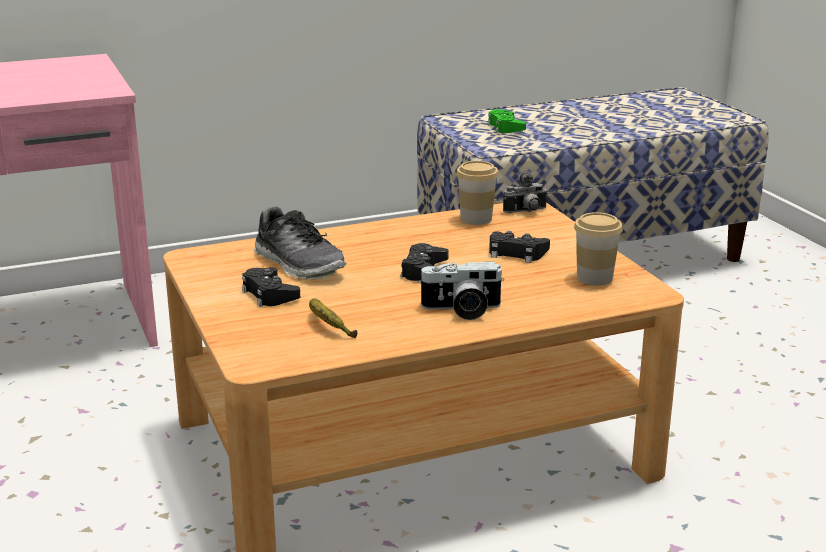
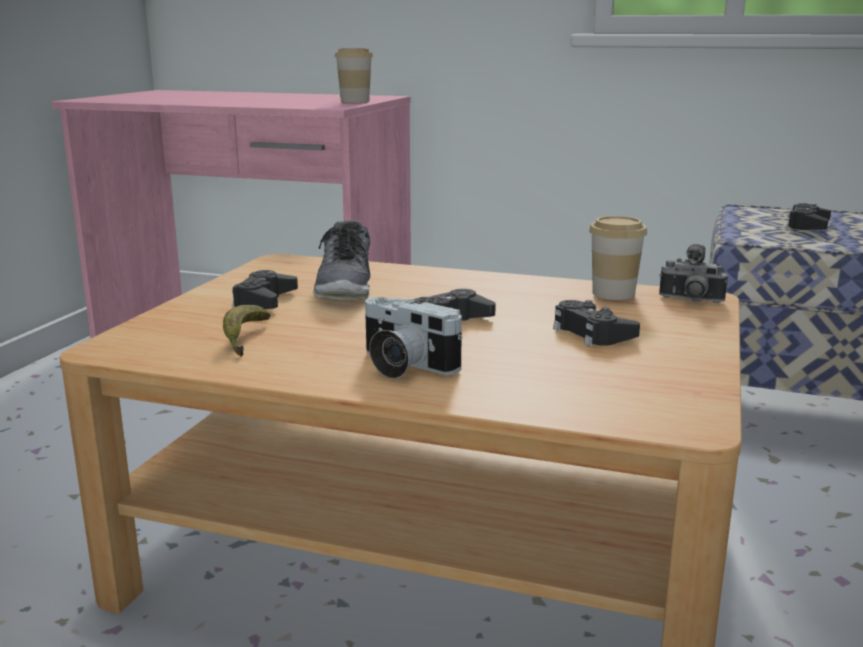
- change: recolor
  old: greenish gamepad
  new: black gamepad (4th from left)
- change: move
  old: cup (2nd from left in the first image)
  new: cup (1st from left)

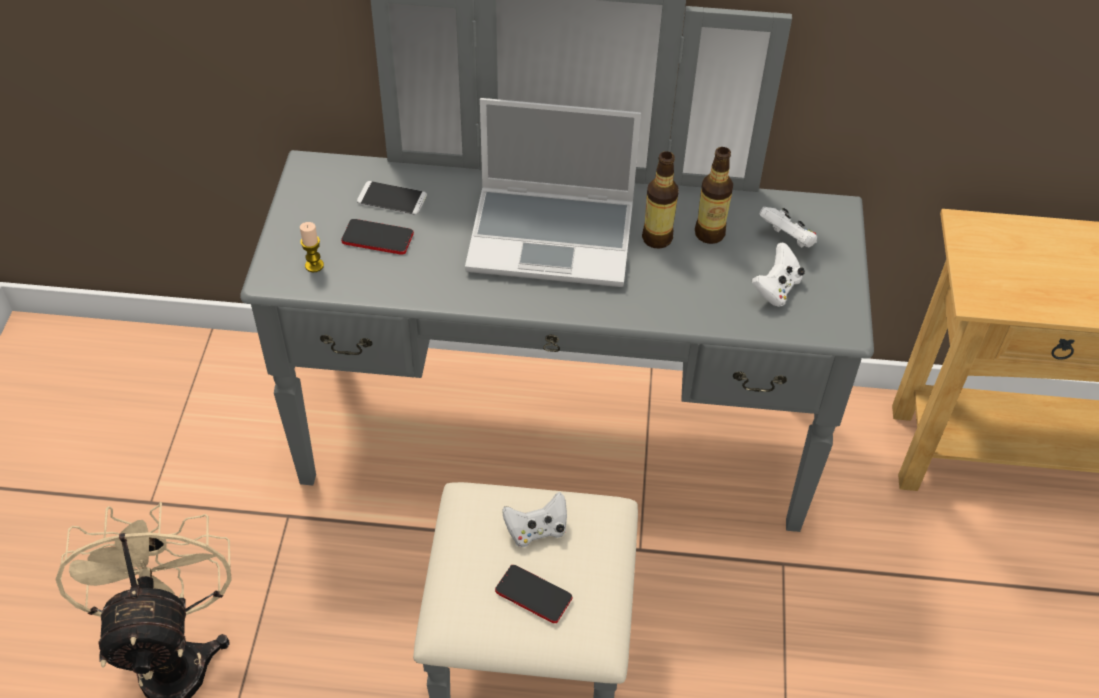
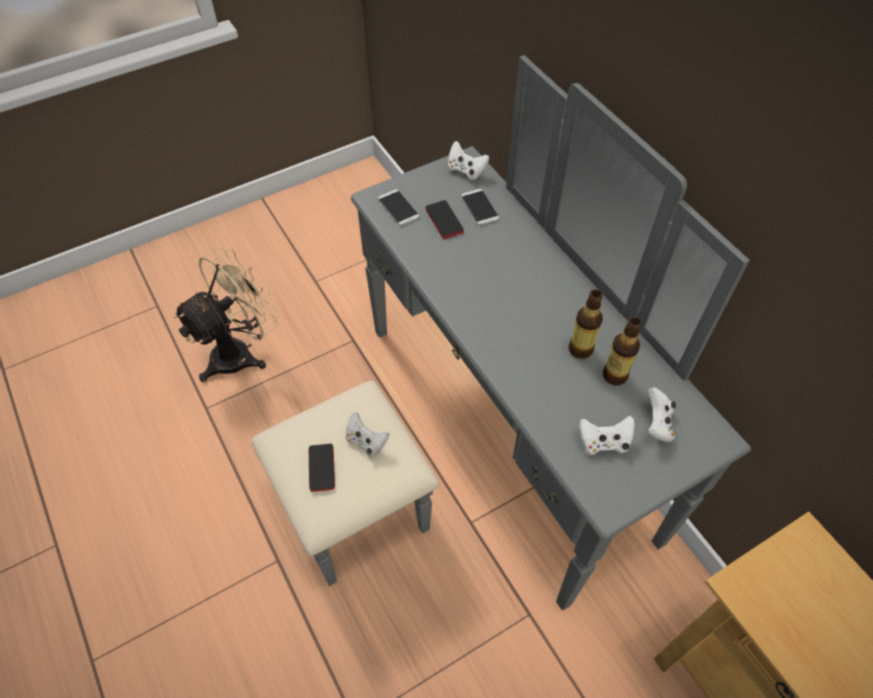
- change: replace
  old: wax light
  new: phone (2nd from left)
- change: delete
  old: portable computer
- change: insert
  new: white gamepad (2nd from left)

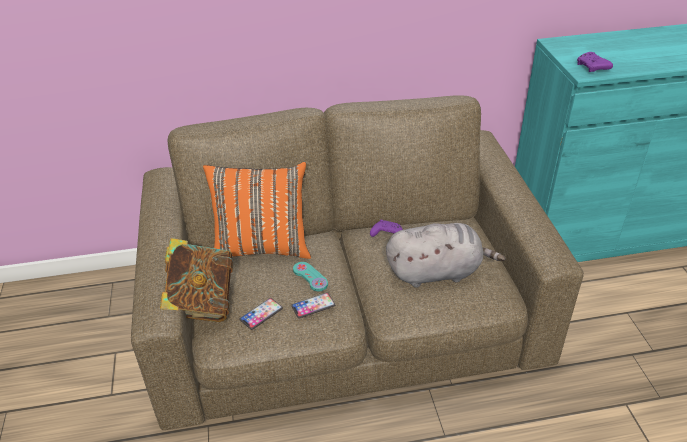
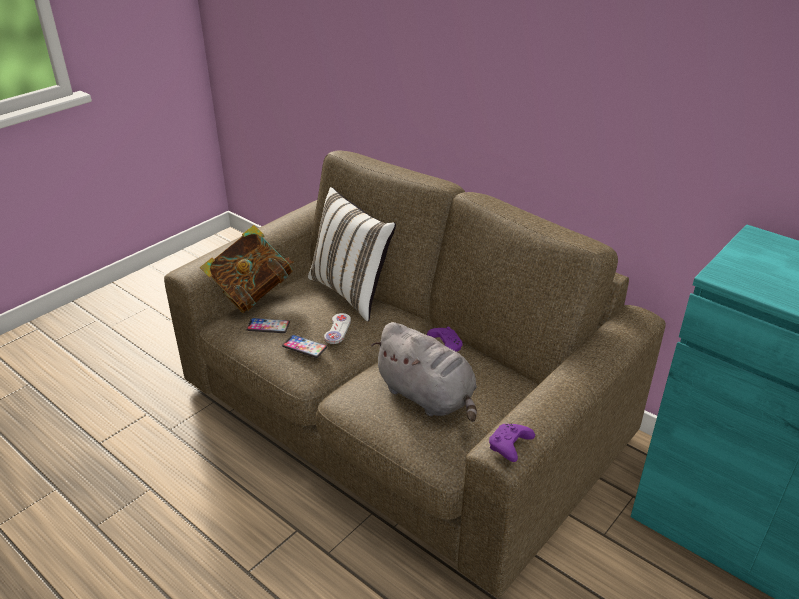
- change: recolor
  old: orangey throw pillow
  new: white throw pillow
- change: recolor
  old: turquoise-coloured gamepad
  new: white gamepad
- change: move
  old: purplish gamepad (2nd from left)

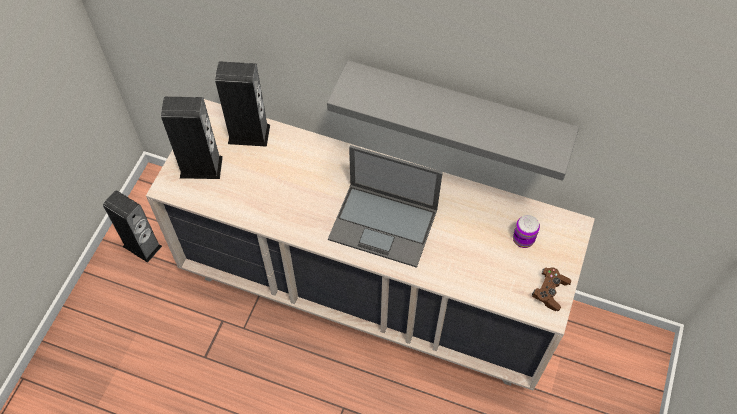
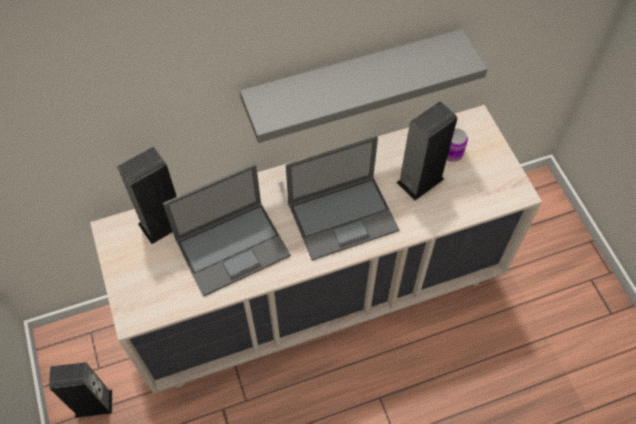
- change: move
  old: speaker (2nd from left in the first image)
  new: speaker (3rd from left)
- change: delete
  old: brown-coloured gamepad
- change: insert
  new: portable computer (1st from left)

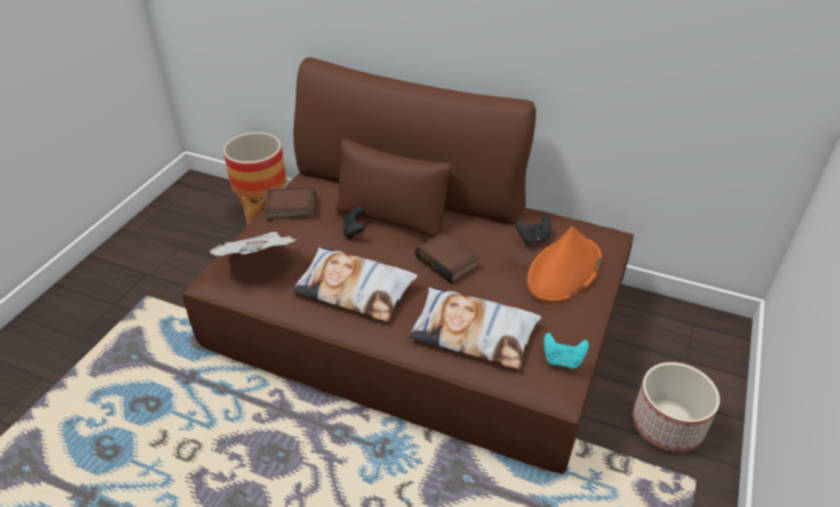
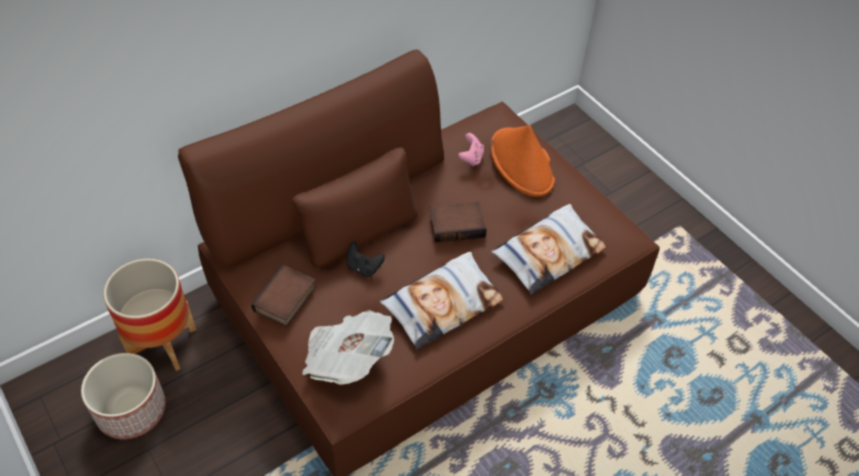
- change: recolor
  old: black gamepad (2nd from left)
  new: pinkish gamepad
- change: delete
  old: turquoise-coloured gamepad
- change: move
  old: plant pot (2nd from left in the first image)
  new: plant pot (1st from left)

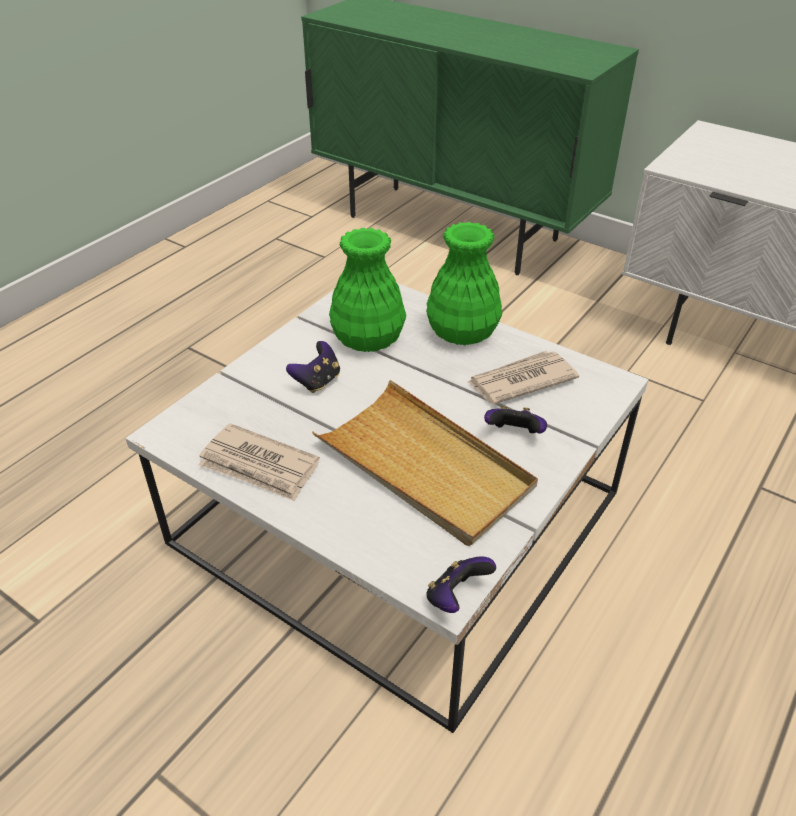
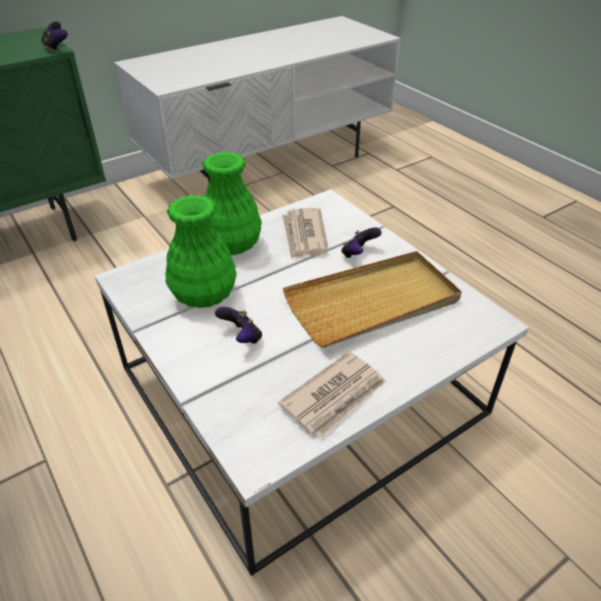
- change: move
  old: gamepad (2nd from left in the first image)
  new: gamepad (1st from left)

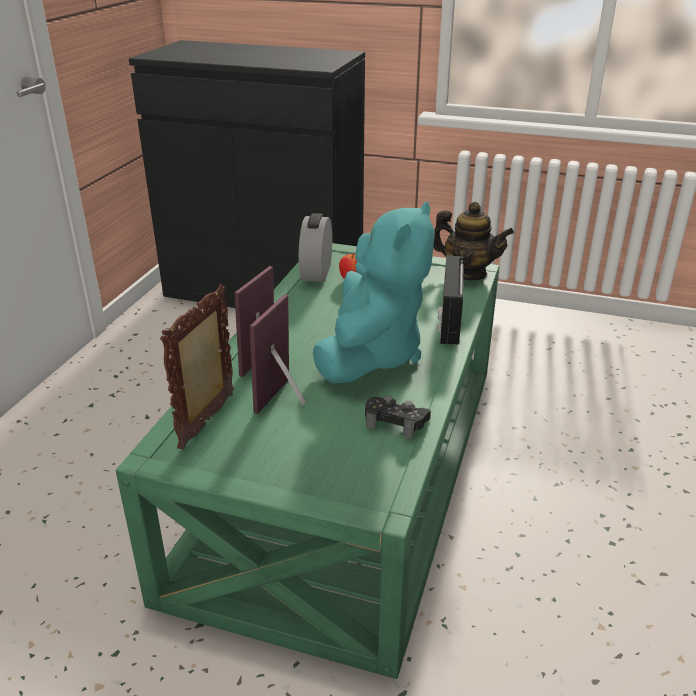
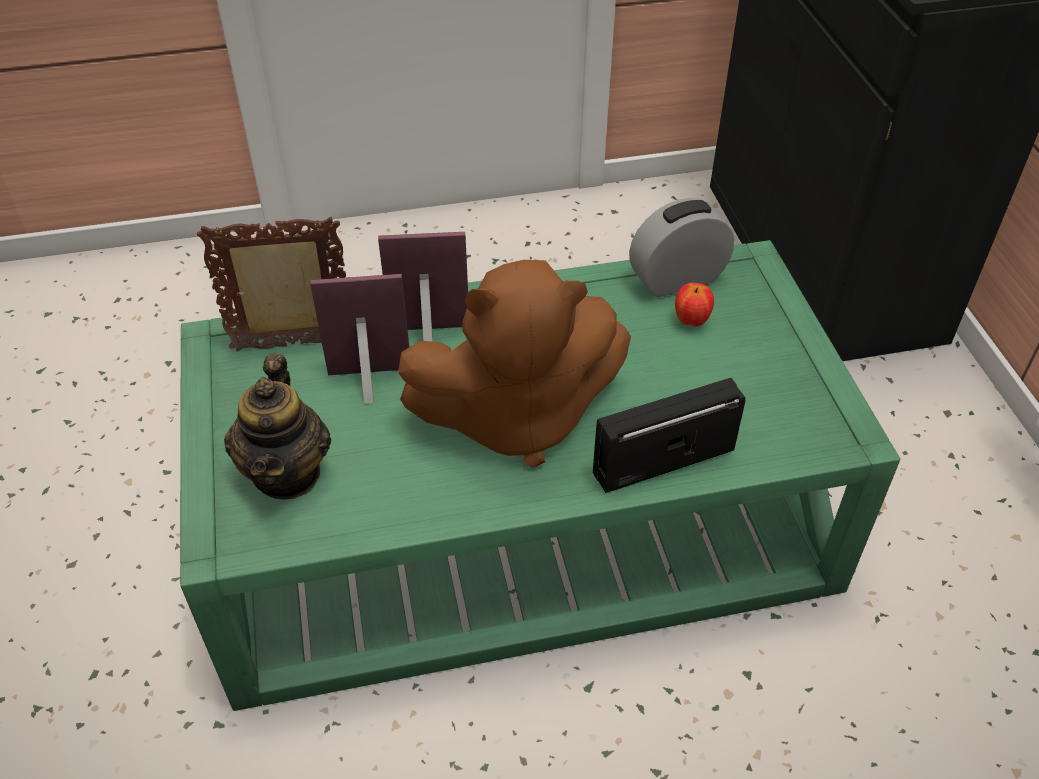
- change: recolor
  old: turquoise-coloured cuddly toy
  new: brown-coloured cuddly toy
- change: delete
  old: black gamepad
- change: move
  old: pot for tea

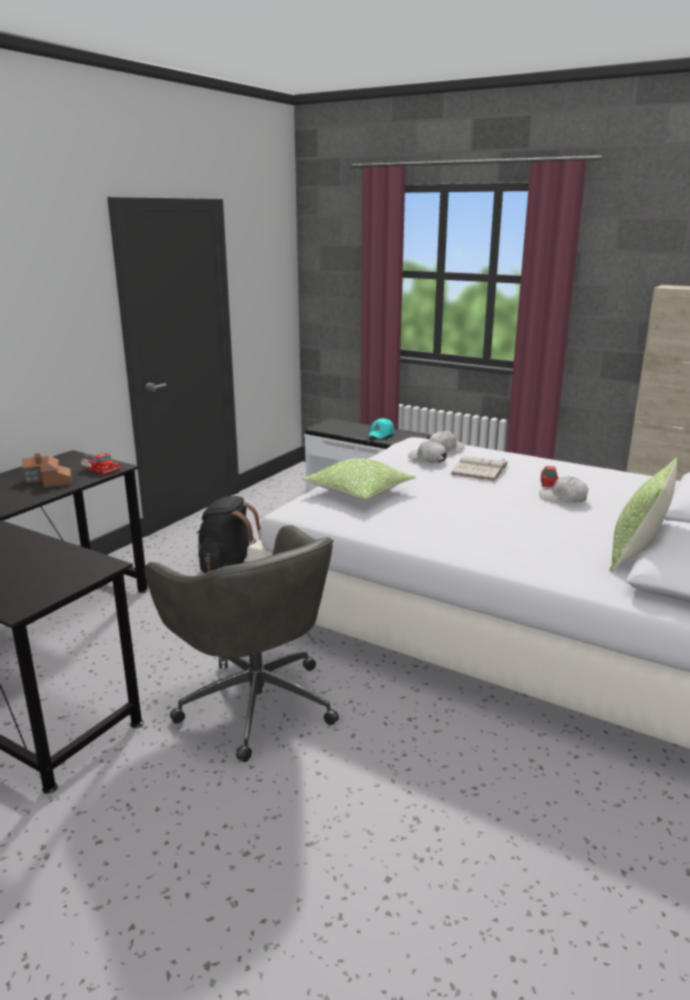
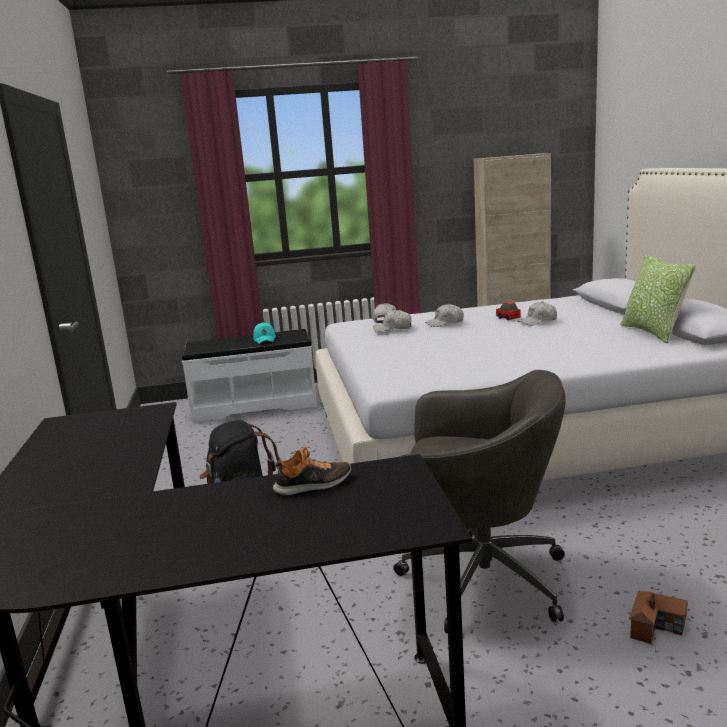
- change: move
  old: model house
- change: delete
  old: toy lorry
- change: delete
  old: throw pillow (1st from left)
- change: replace
  old: white volume
  new: white baseball cap (3rd from left)
- change: insert
  new: shoe

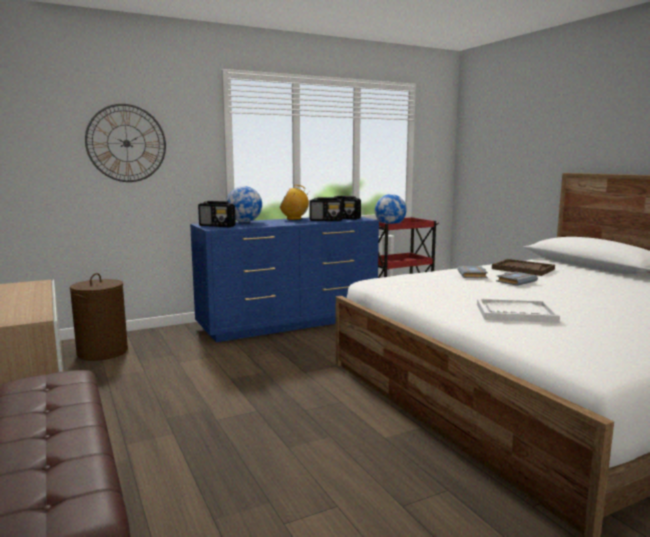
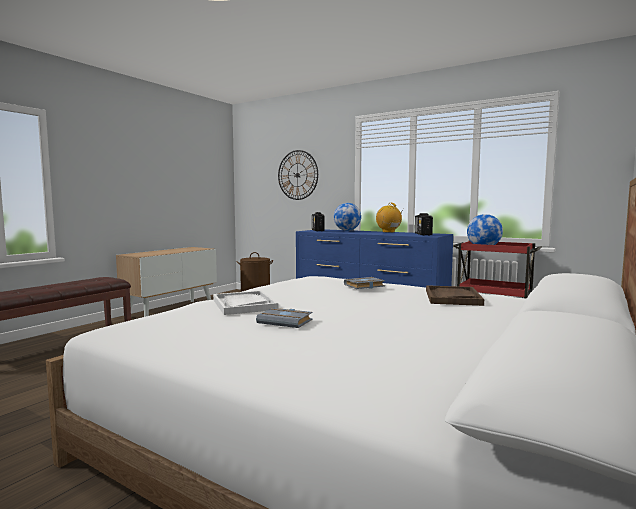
- change: delete
  old: radio set (3rd from left)
- change: move
  old: grey volume (2nd from left in the first image)
  new: grey volume (1st from left)

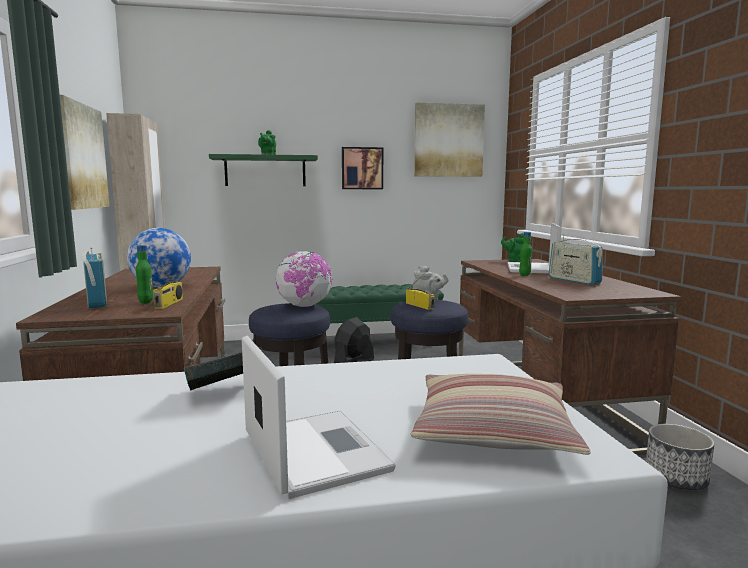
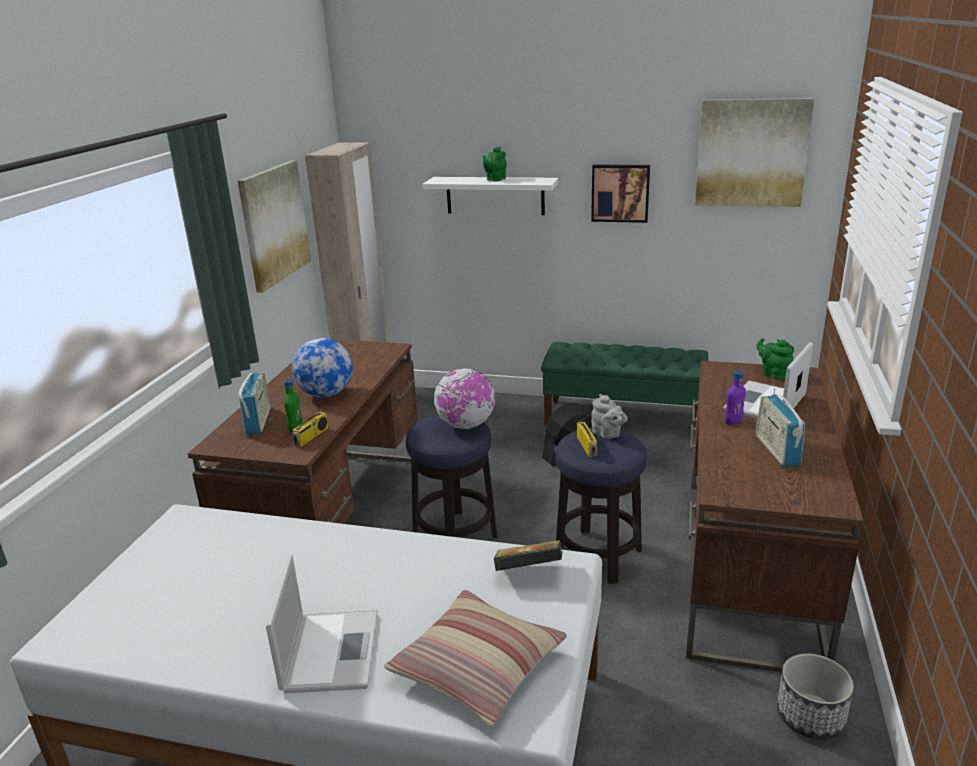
- change: move
  old: volume
- change: recolor
  old: greenish bracket shelf
  new: white bracket shelf
- change: recolor
  old: greenish beverage bottle (2nd from left)
  new: purplish beverage bottle

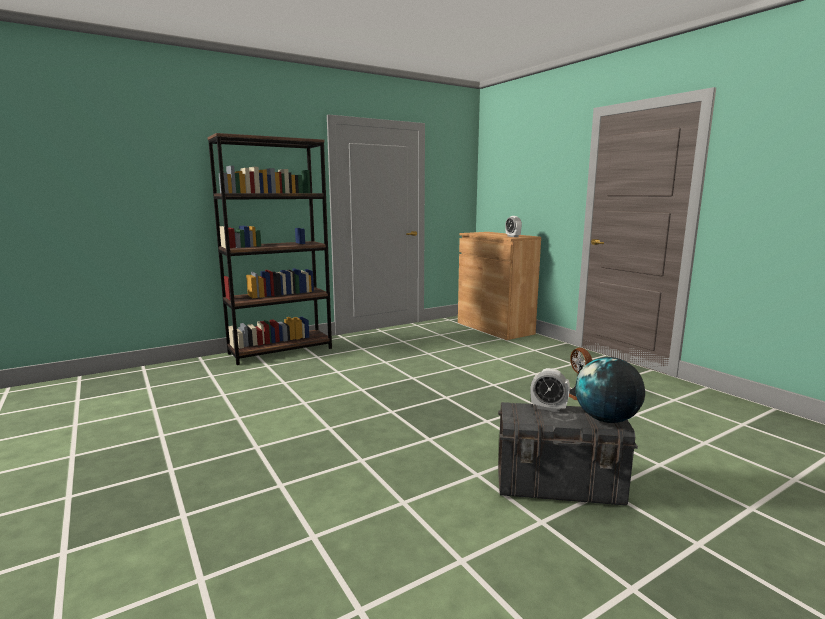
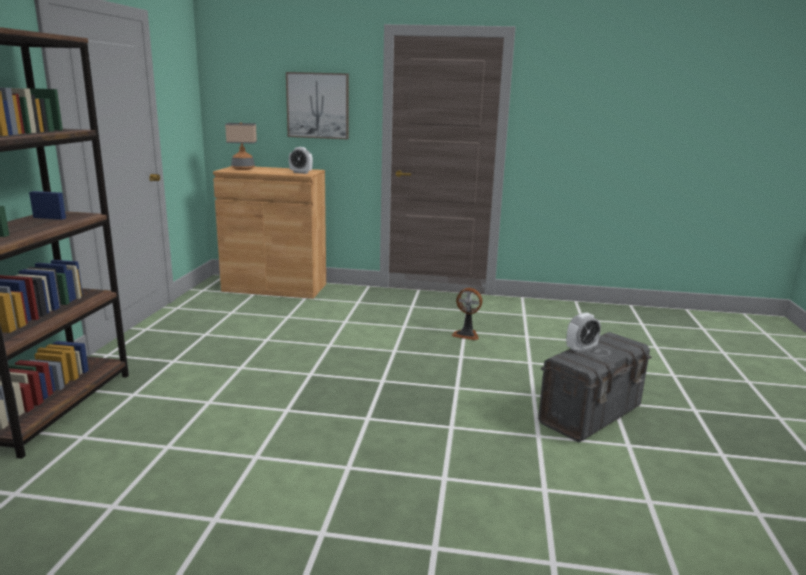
- change: delete
  old: desk globe
- change: insert
  new: lamp for a table
- change: insert
  new: picture

